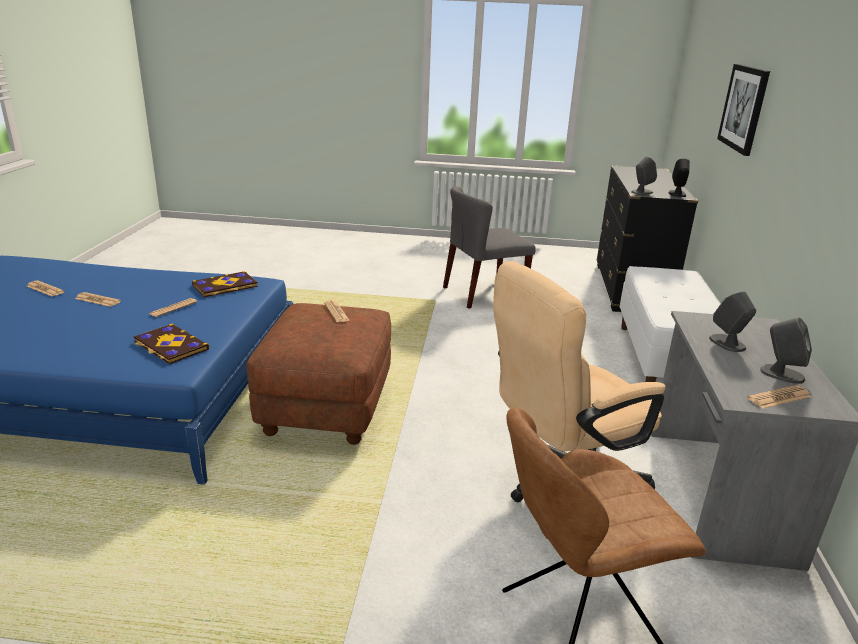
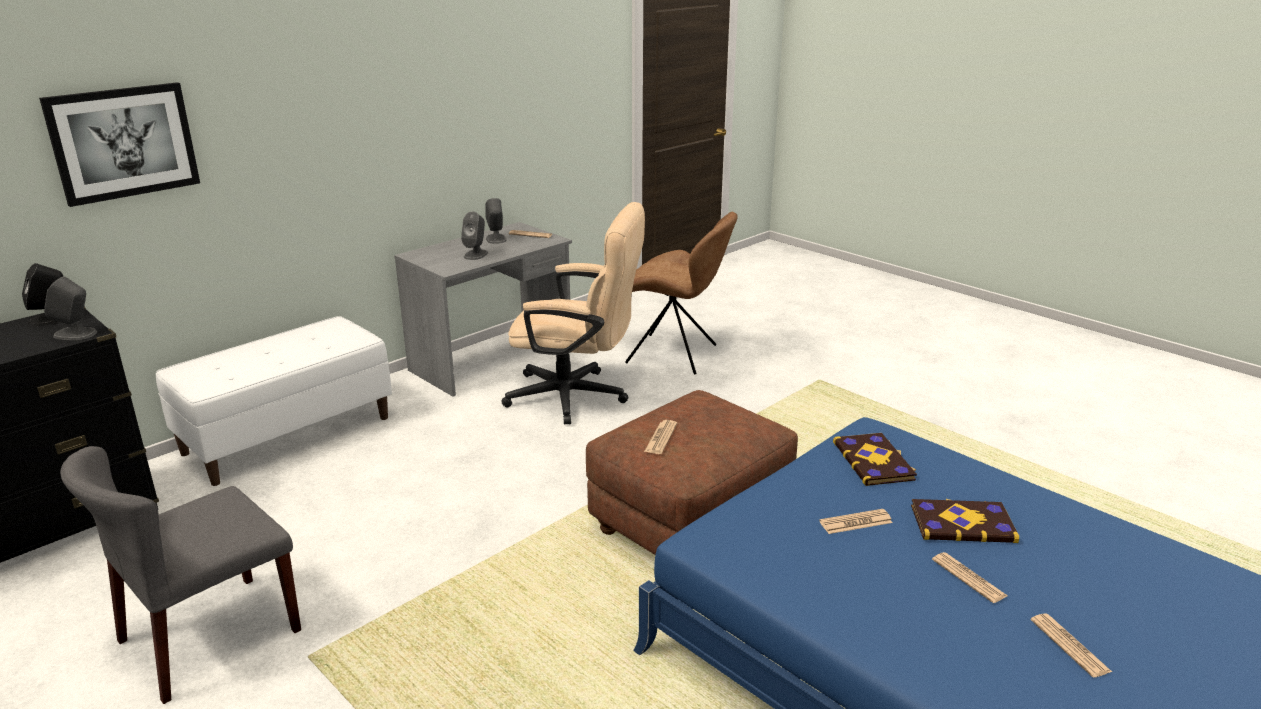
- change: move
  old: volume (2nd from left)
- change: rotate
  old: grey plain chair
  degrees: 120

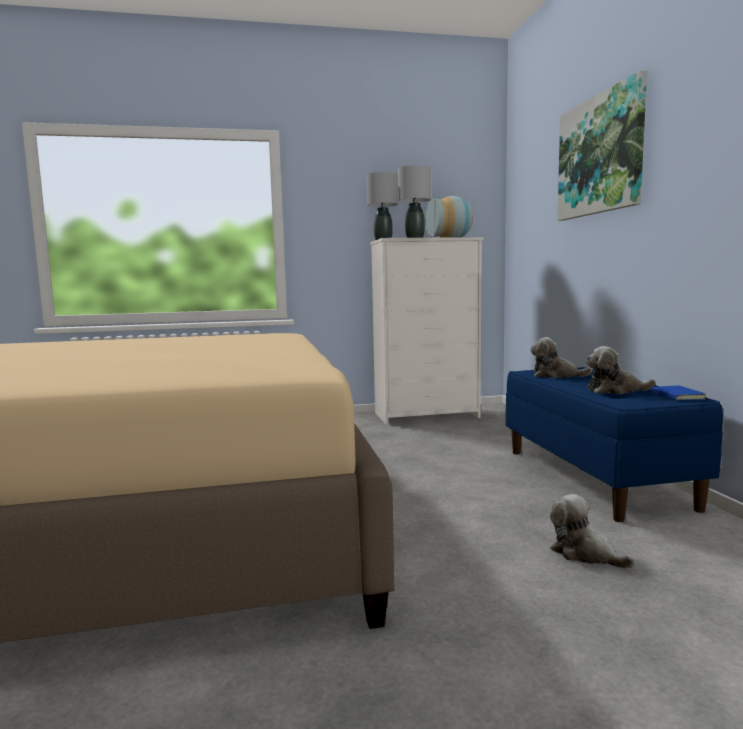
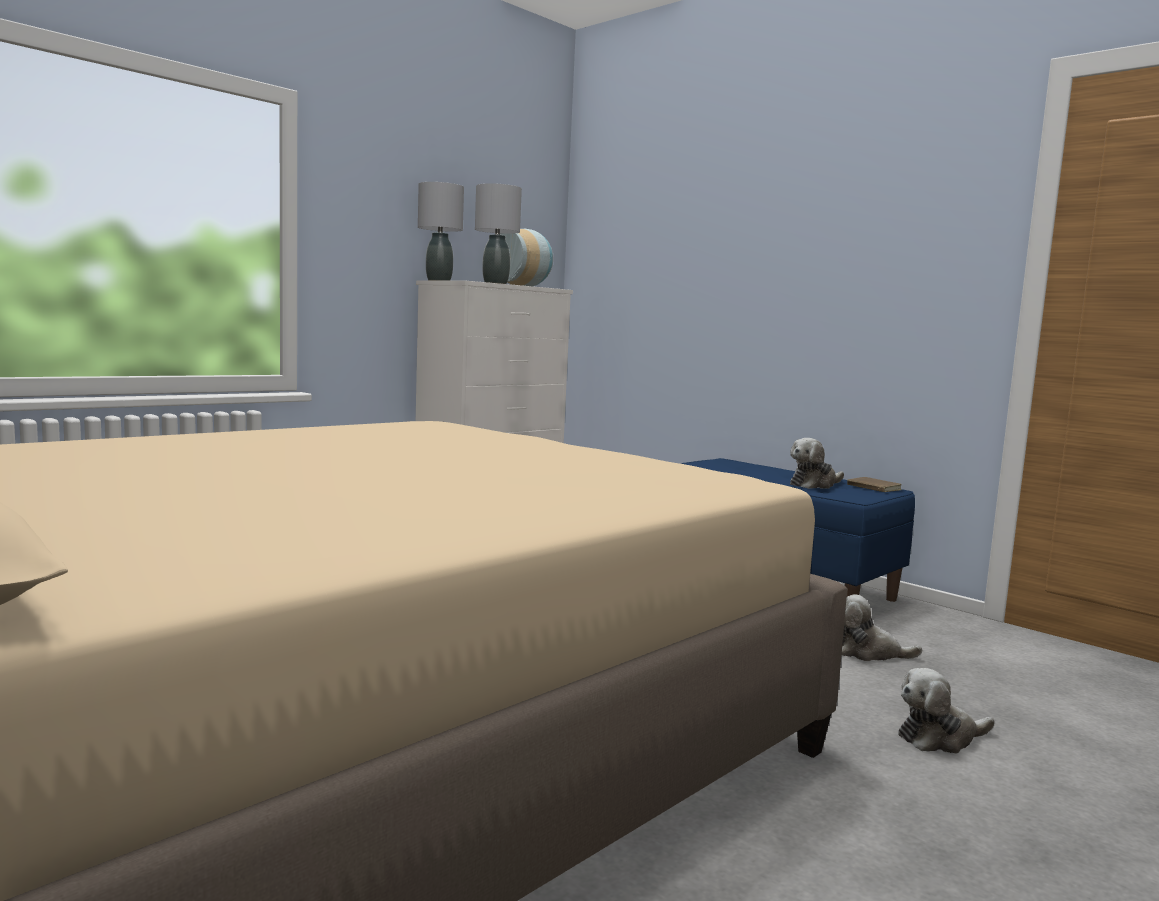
- change: move
  old: cuddly toy (1st from left in the first image)
  new: cuddly toy (3rd from left)
- change: delete
  old: picture
- change: recolor
  old: blue volume
  new: brown-coloured volume

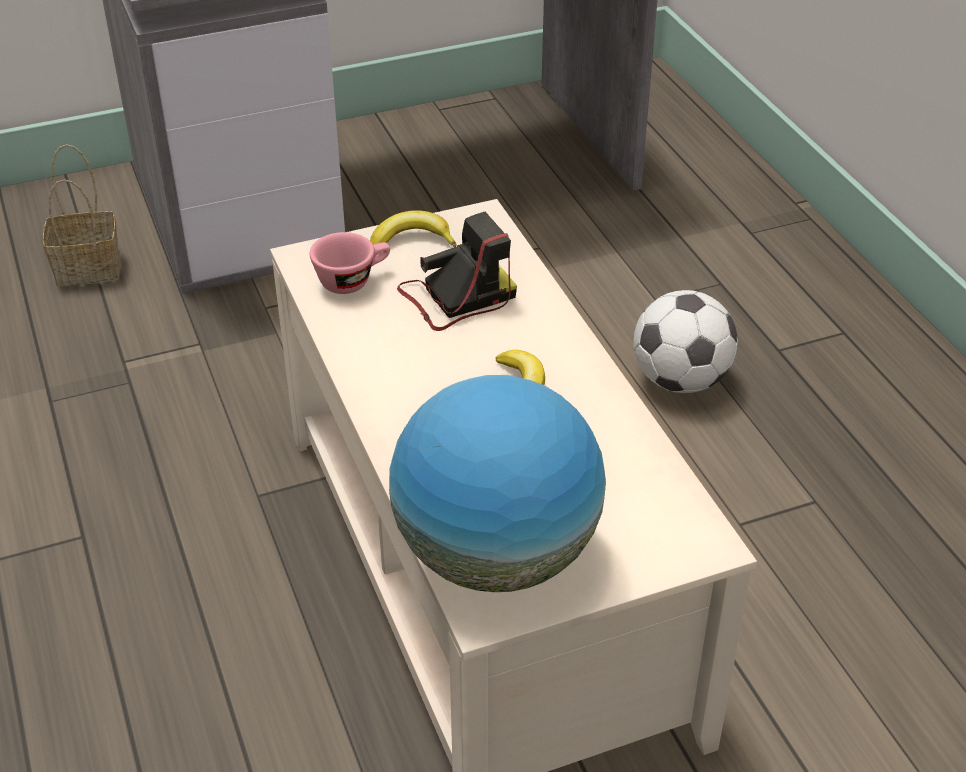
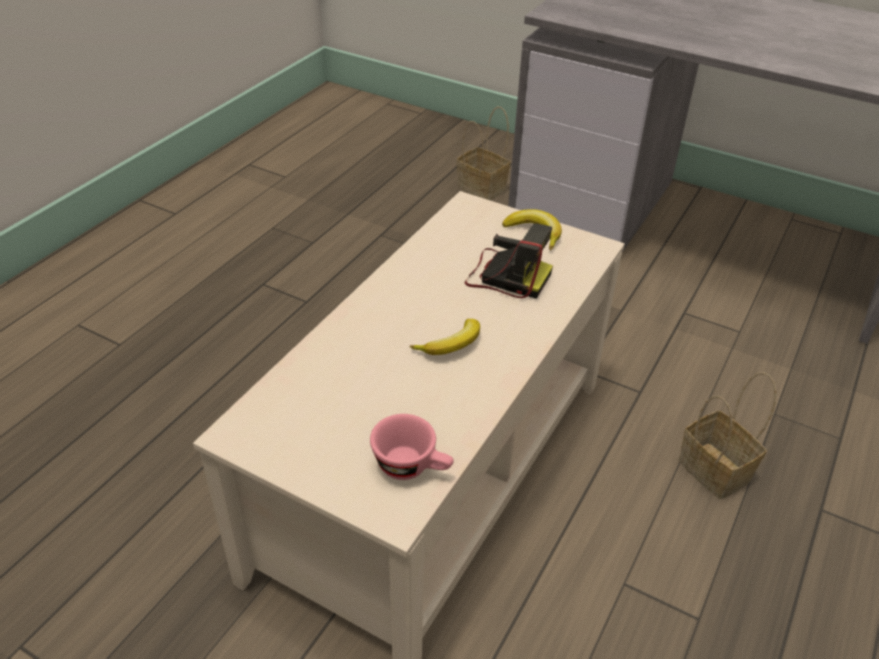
- change: move
  old: pinkish cup
- change: delete
  old: desk globe
- change: replace
  old: ball for football
  new: household basket (2nd from left)

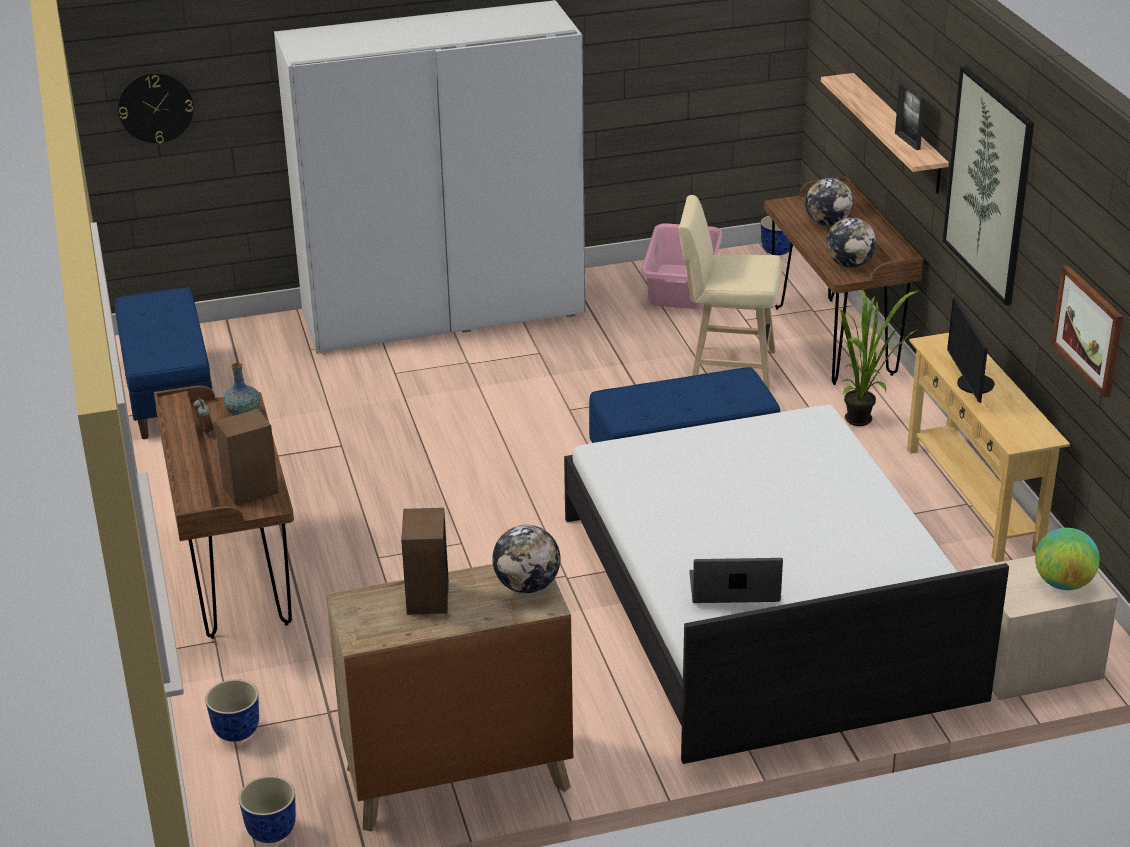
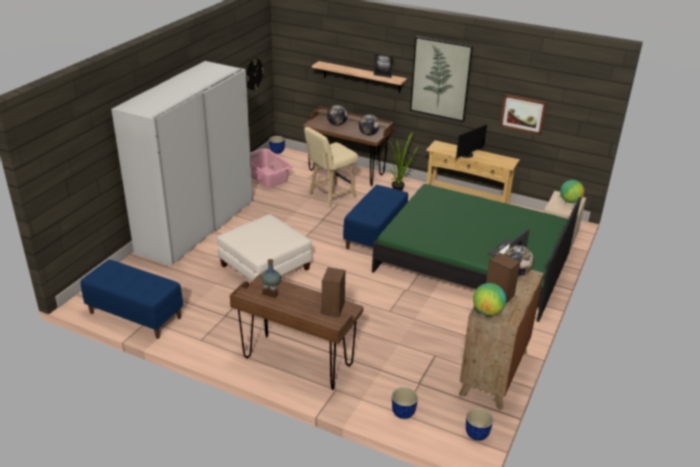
- change: move
  old: clock on the wall
- change: recolor
  old: white bedroom bed
  new: greenish bedroom bed
- change: rotate
  old: computer display
  degrees: -75
- change: insert
  new: white footrest
- change: insert
  new: desk globe (3rd from left)

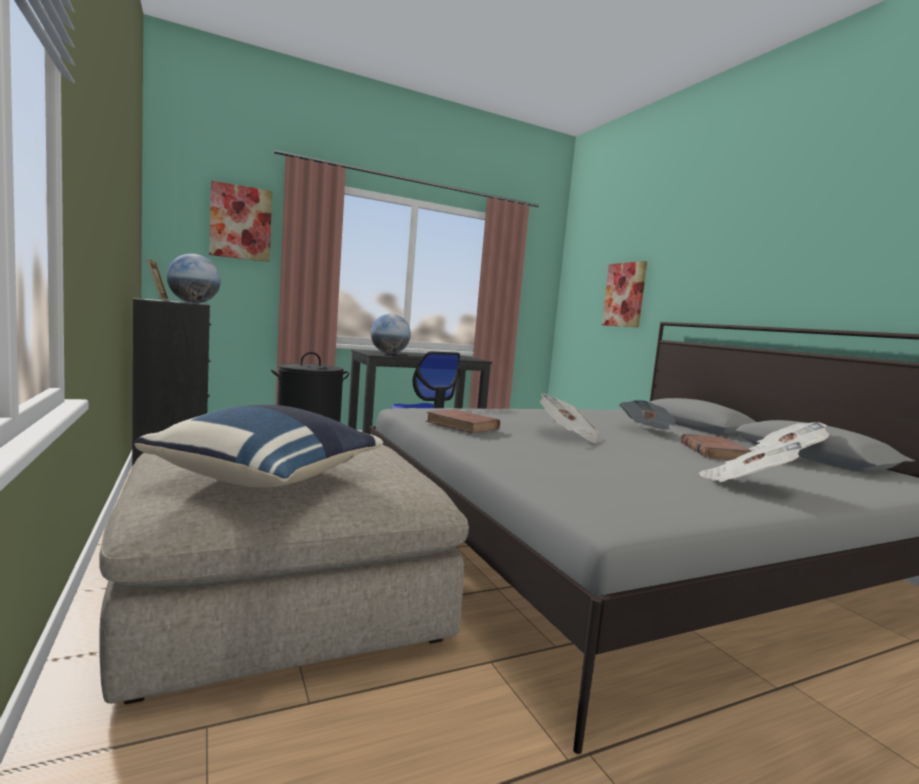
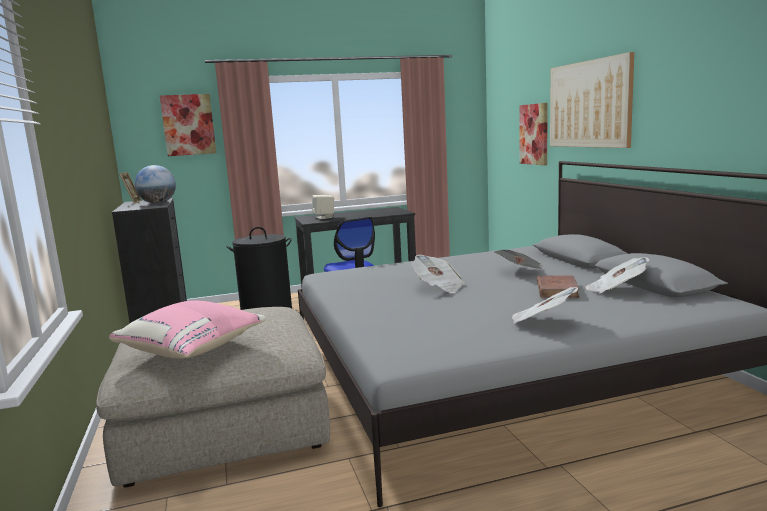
- change: recolor
  old: blue throw pillow
  new: pinkish throw pillow
- change: replace
  old: desk globe (2nd from left)
  new: sand-coloured speaker
- change: delete
  old: brown-coloured volume (1st from left)
- change: insert
  new: picture (3rd from left)

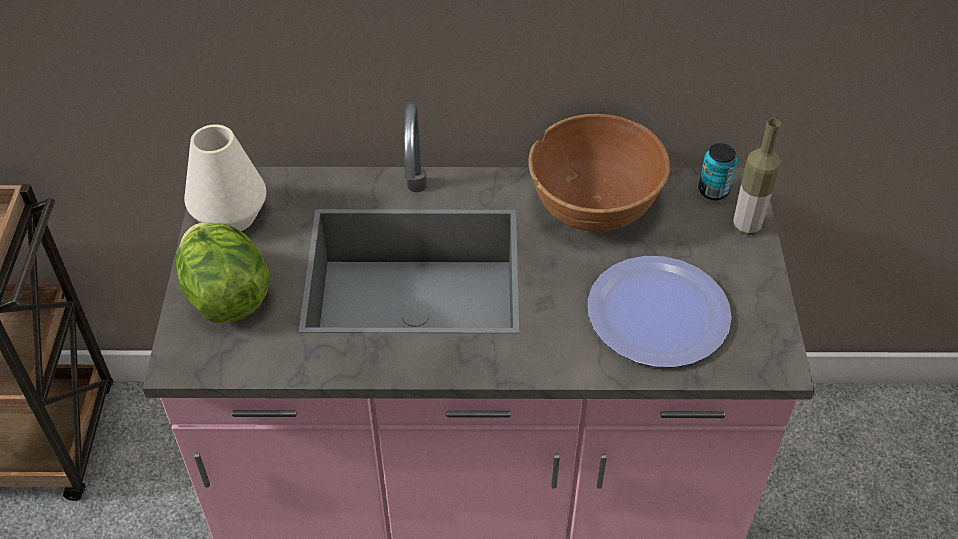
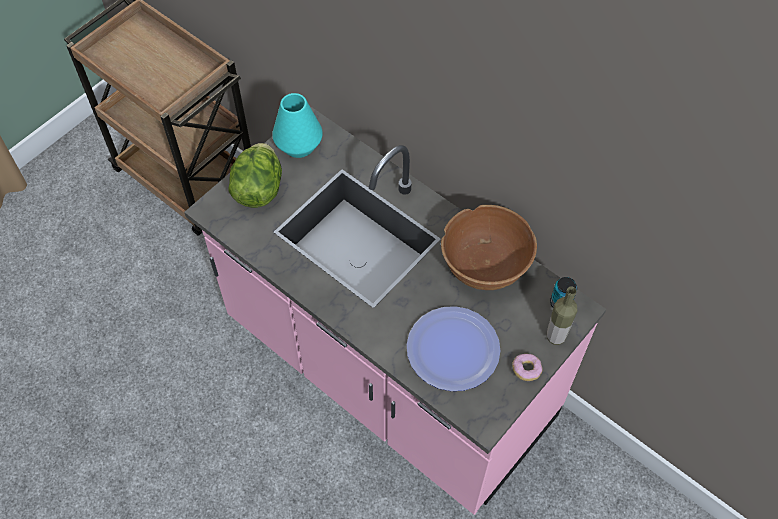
- change: recolor
  old: white decorative vase
  new: turquoise-coloured decorative vase
- change: insert
  new: ring doughnut

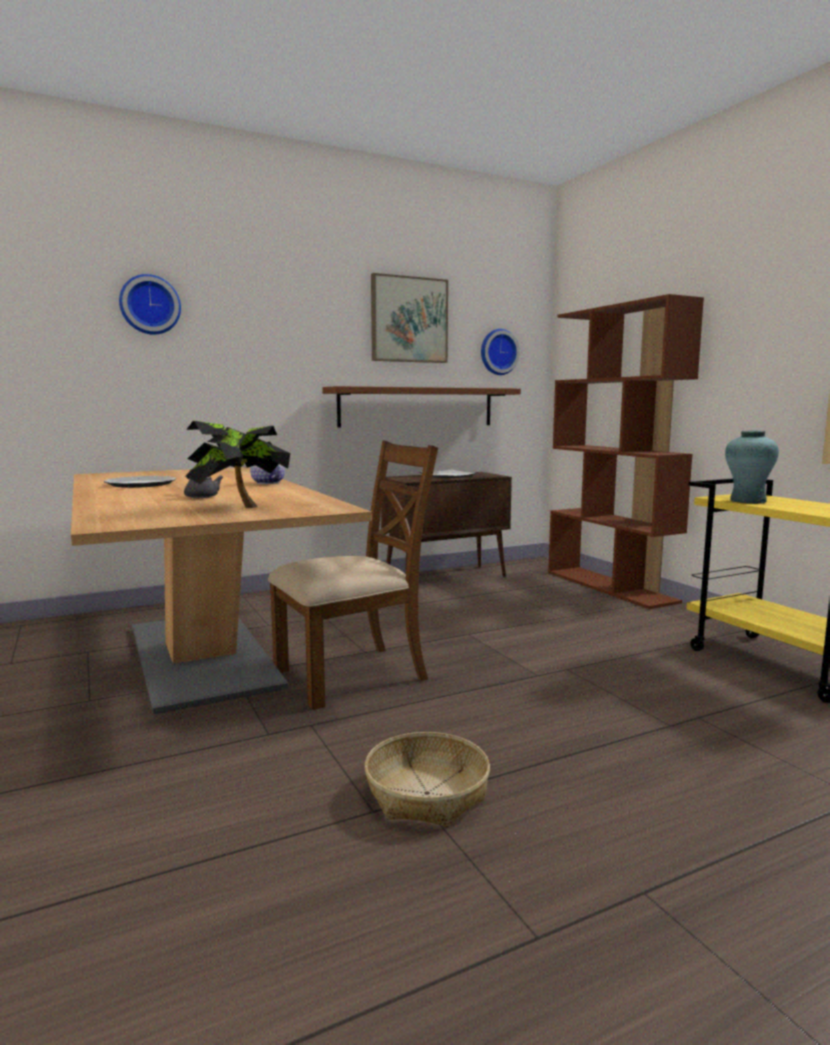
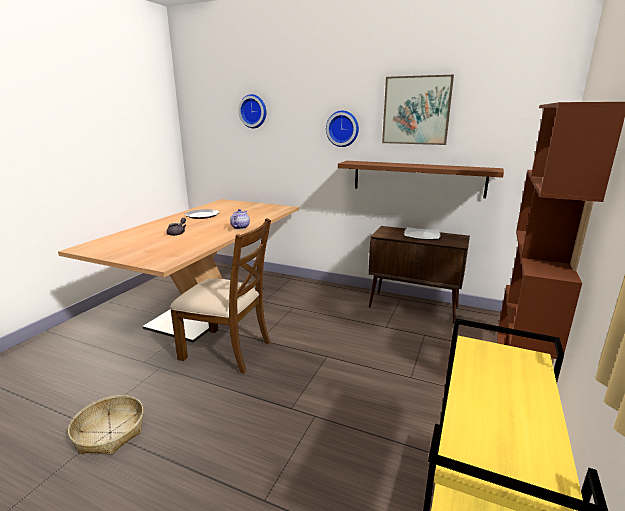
- change: delete
  old: potted plant
- change: move
  old: clock on the wall (2nd from left)
- change: delete
  old: turquoise-coloured decorative vase

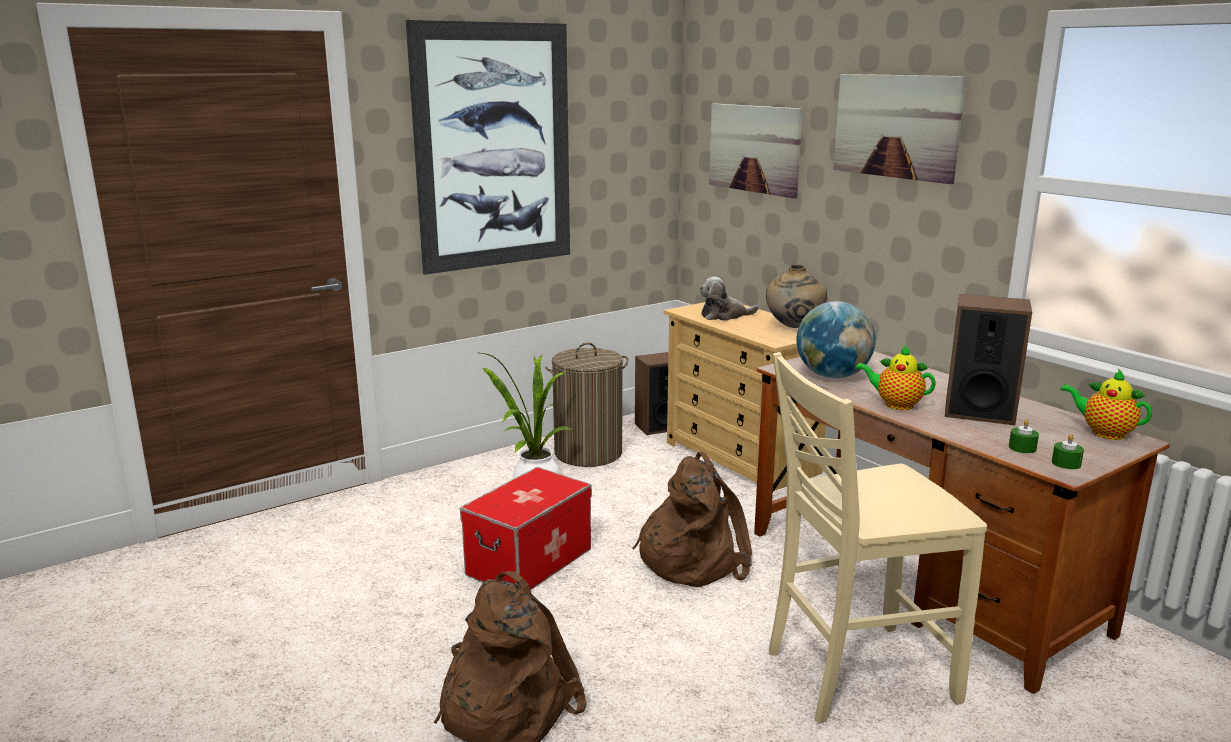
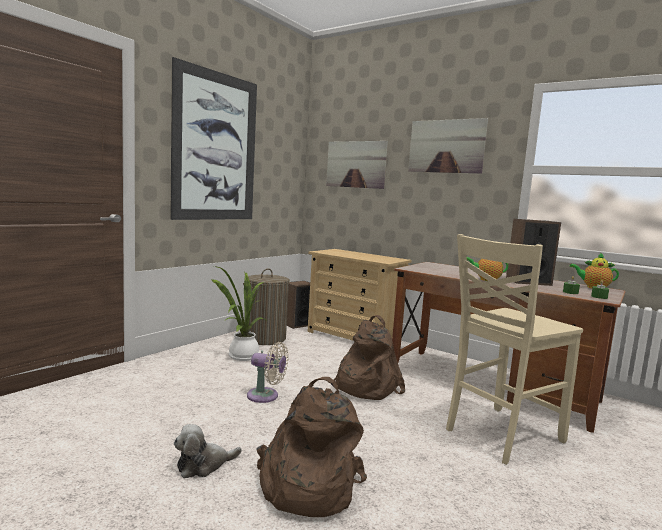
- change: replace
  old: storage box
  new: sand-coloured cooling fan
- change: move
  old: cuddly toy
- change: delete
  old: sand-coloured decorative vase
- change: delete
  old: desk globe

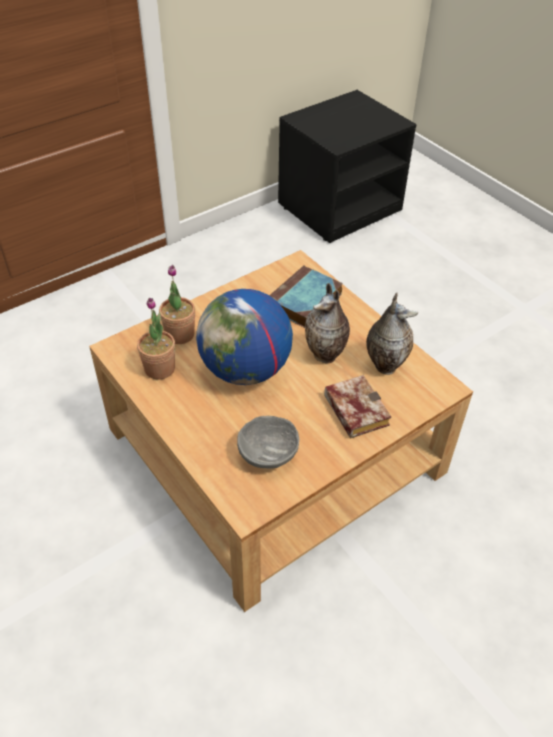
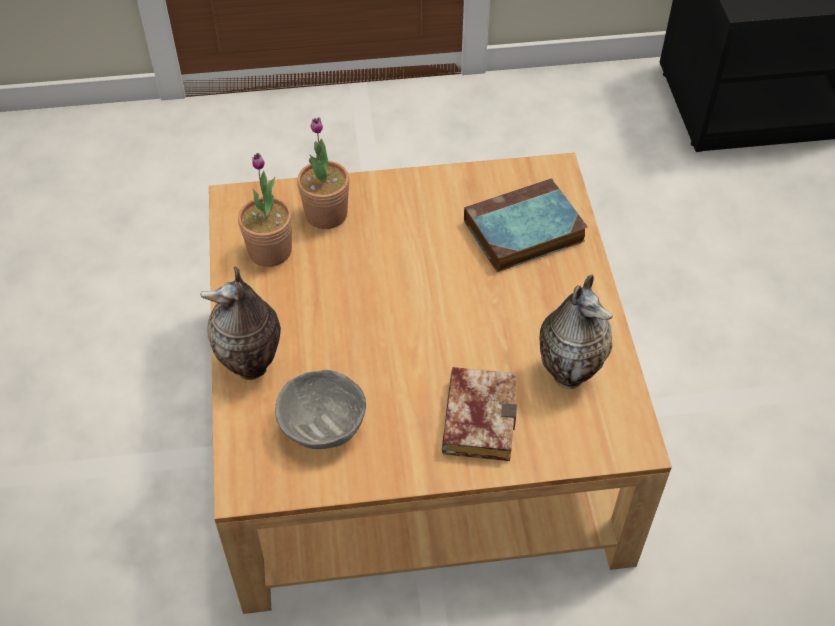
- change: delete
  old: desk globe
- change: move
  old: decorative vase (1st from left)

